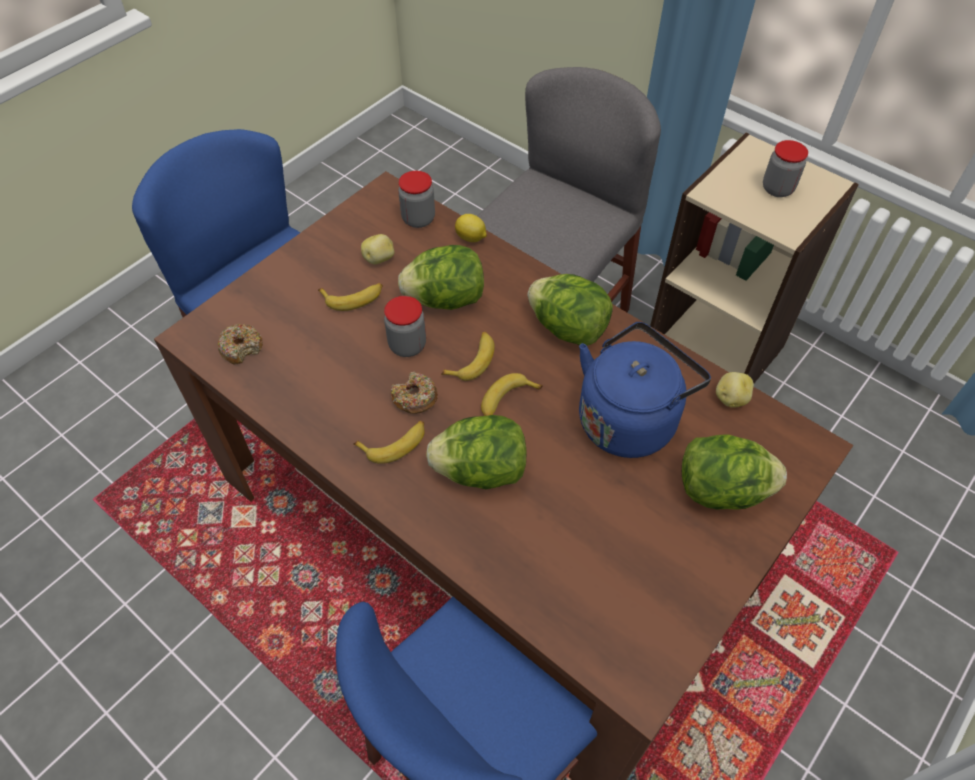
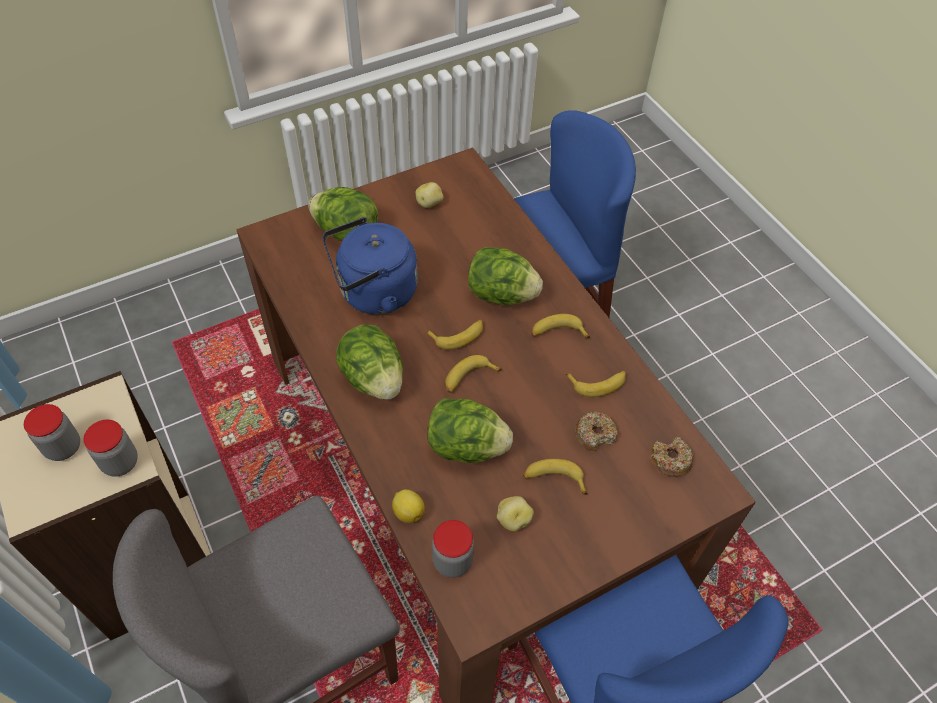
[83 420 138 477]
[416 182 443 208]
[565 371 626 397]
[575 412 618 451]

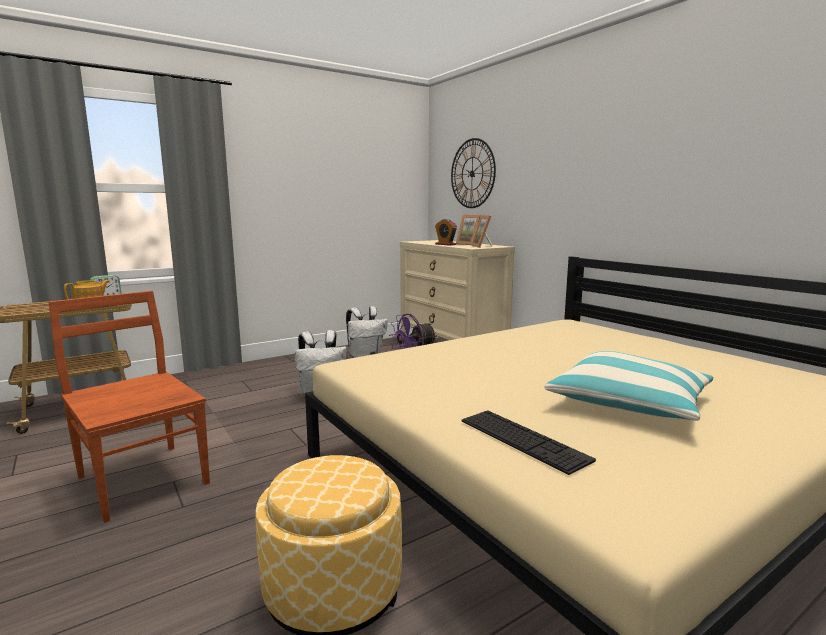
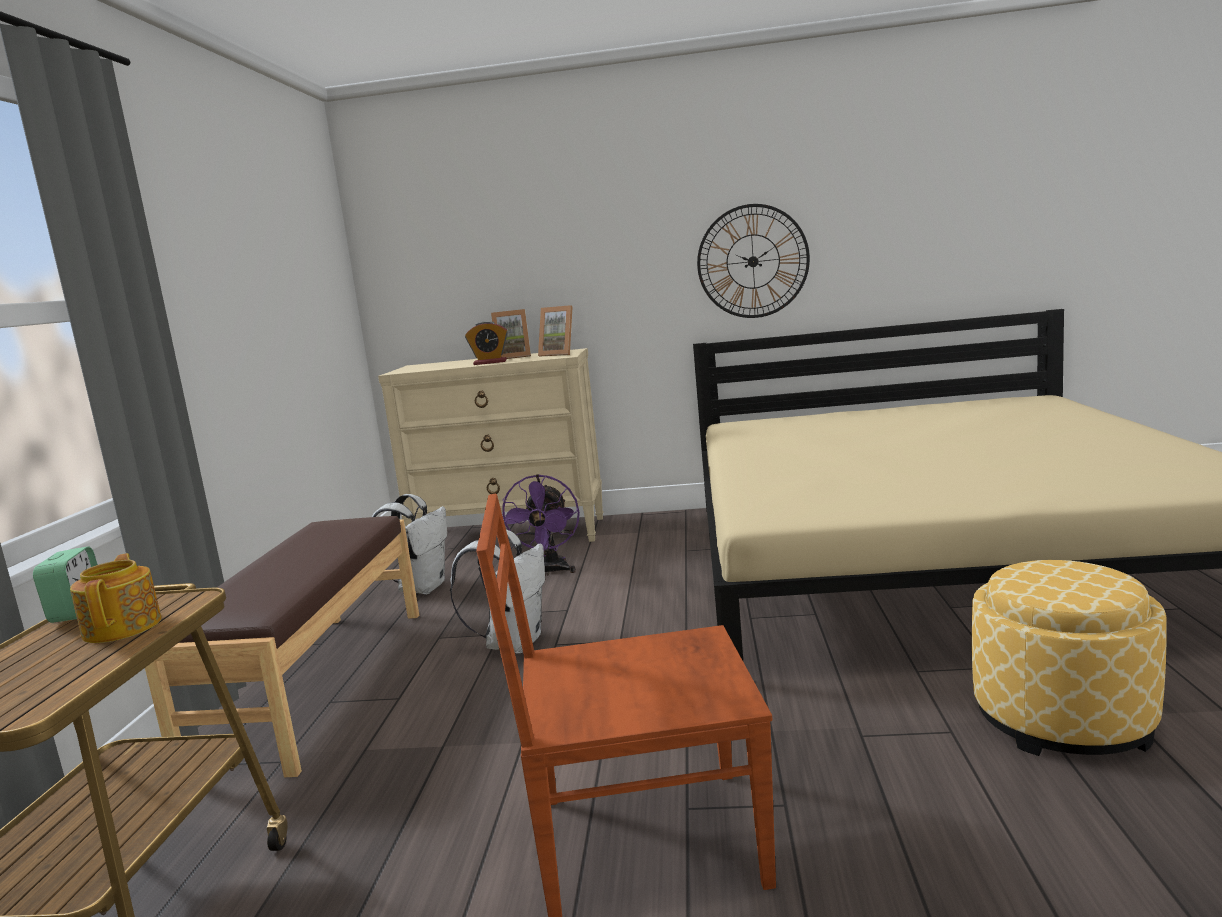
[145 516 419 777]
[697 204 810 318]
[462 410 596 475] (first image)
[544 351 713 421] (first image)

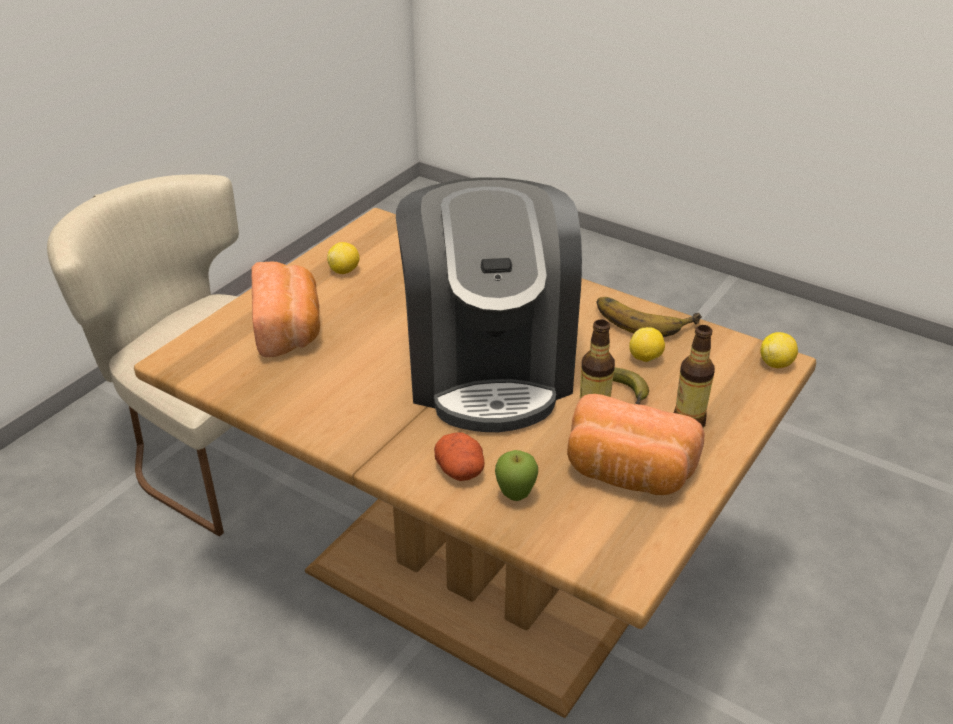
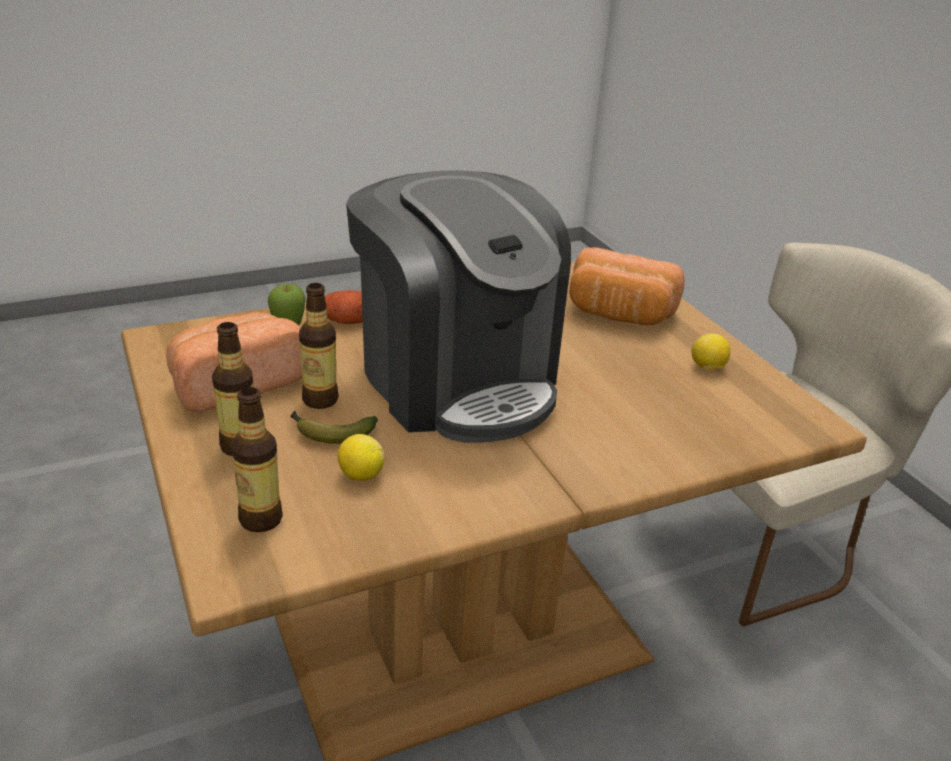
[231 387 283 532]
[346 170 571 443]
[597 297 702 337] (first image)
[760 332 798 368] (first image)

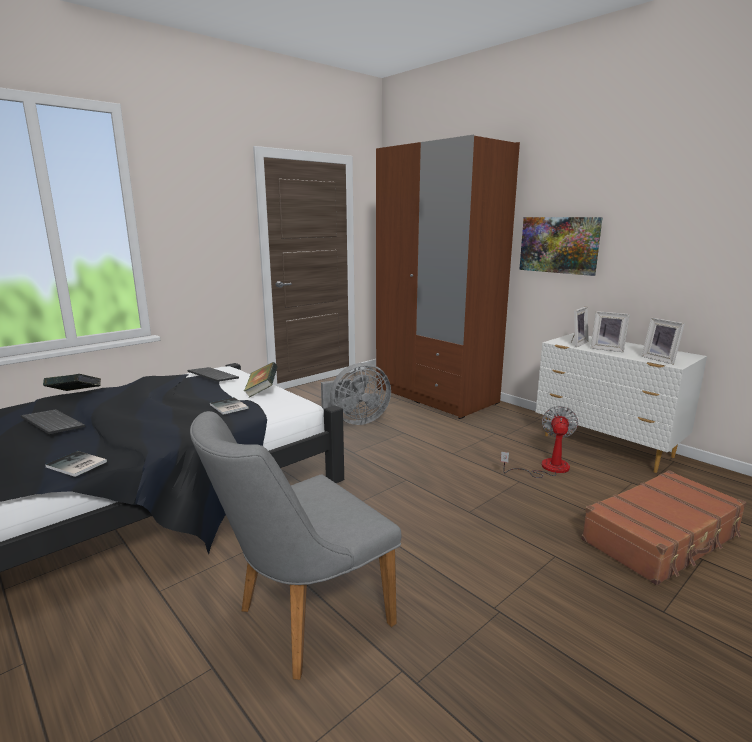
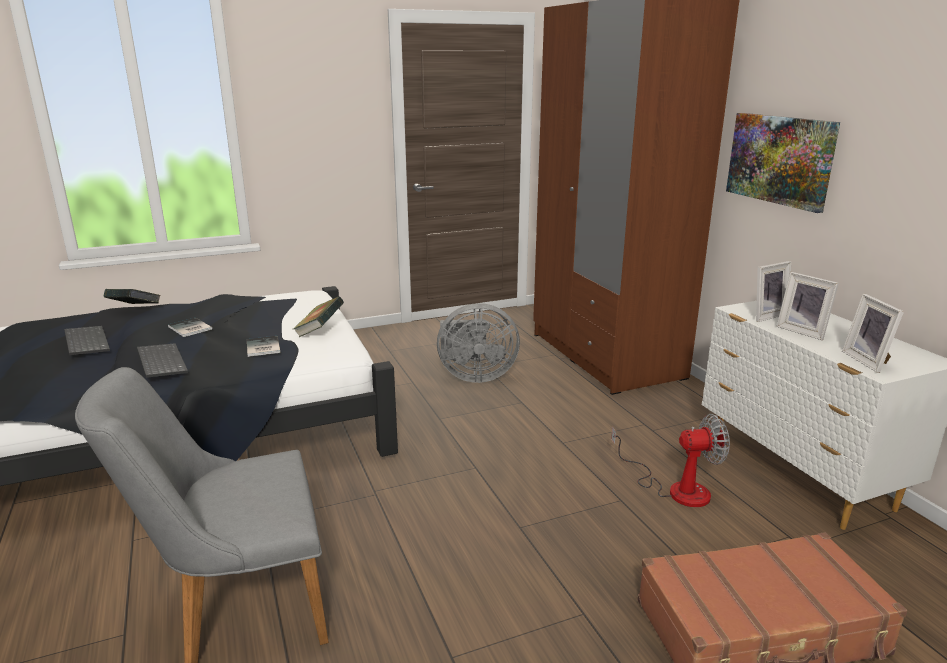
[137 343 188 378]
[168 318 212 337]
[611 414 730 507]

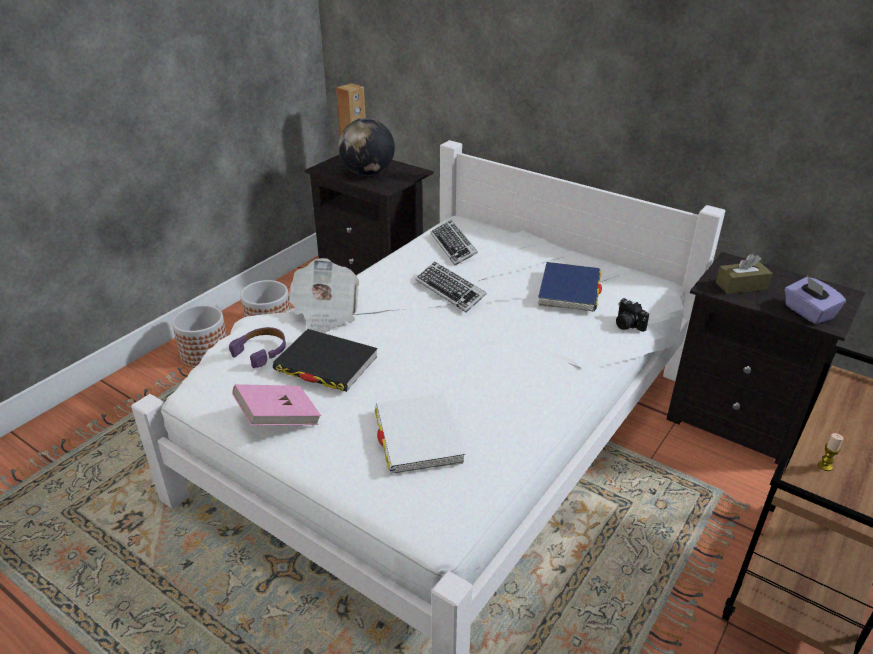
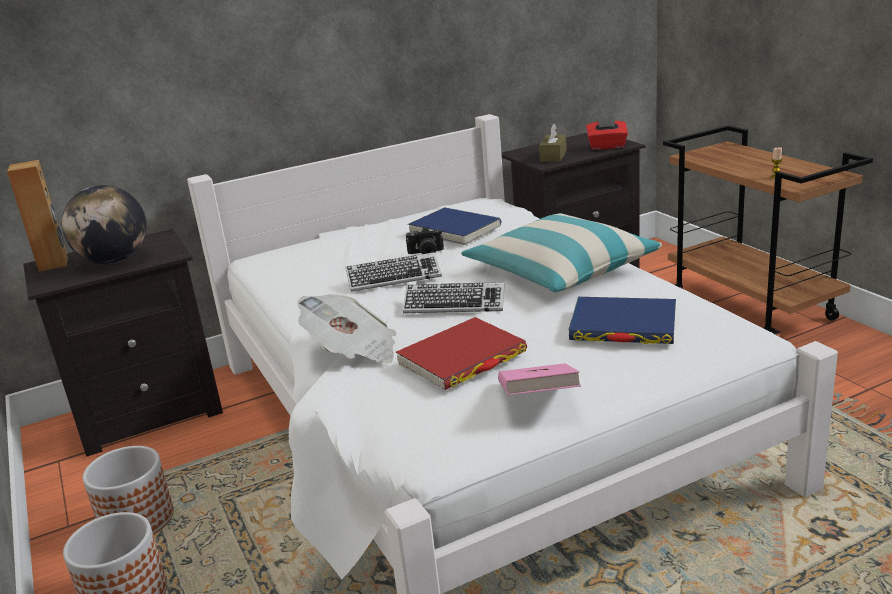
[396 317 527 390]
[403 282 505 313]
[406 227 444 254]
[461 213 662 292]
[568 297 676 344]
[586 117 628 150]
[229 327 286 368] (first image)

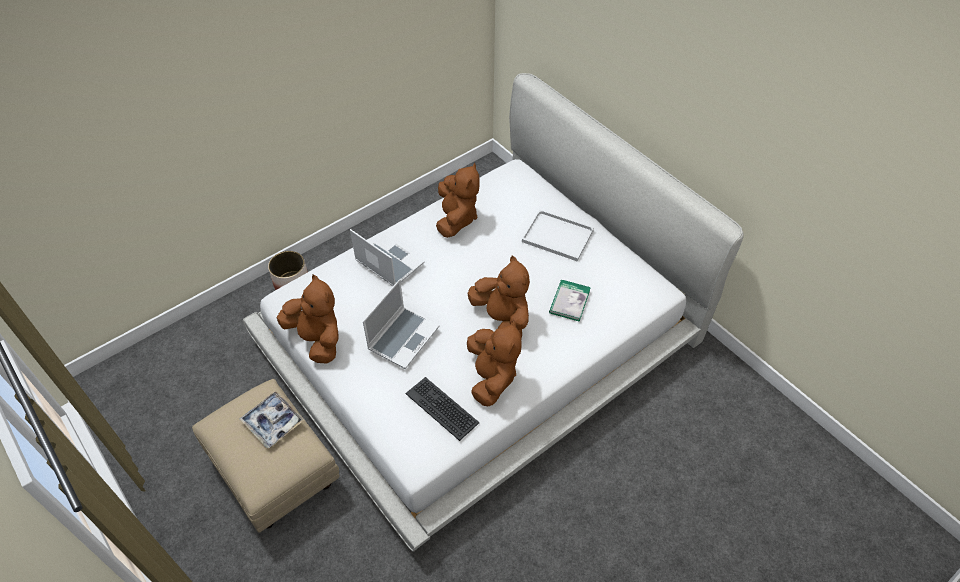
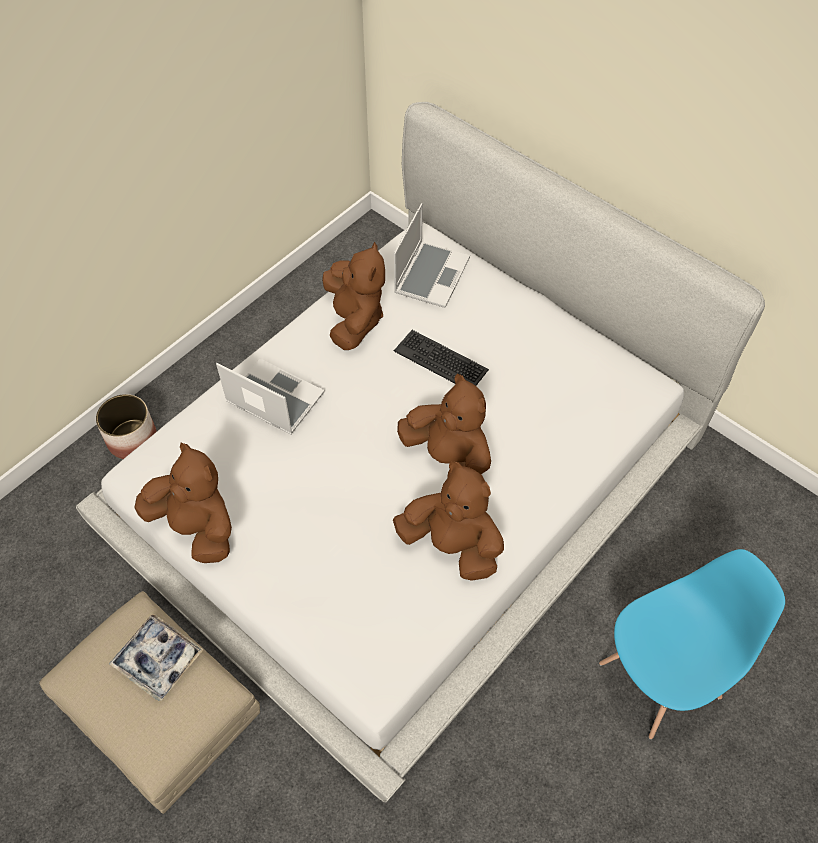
[393 461 504 580]
[394 203 470 308]
[394 330 489 386]
[599 549 785 739]
[522 210 594 262] (first image)
[549 280 591 322] (first image)

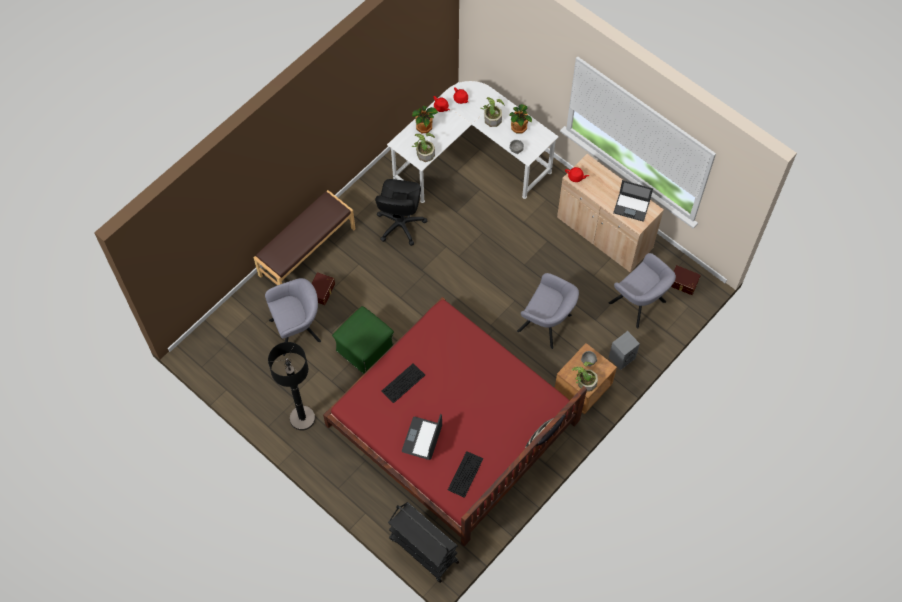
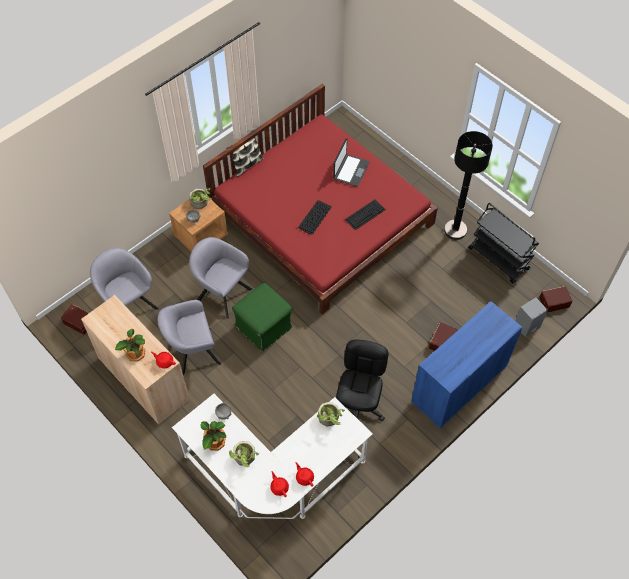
[115 329 145 362]
[158 300 221 375]
[232 282 293 352]
[298 200 332 235]
[411 301 523 428]
[468 203 539 283]
[515 297 548 337]
[539 286 573 312]
[613 180 653 222] (first image)

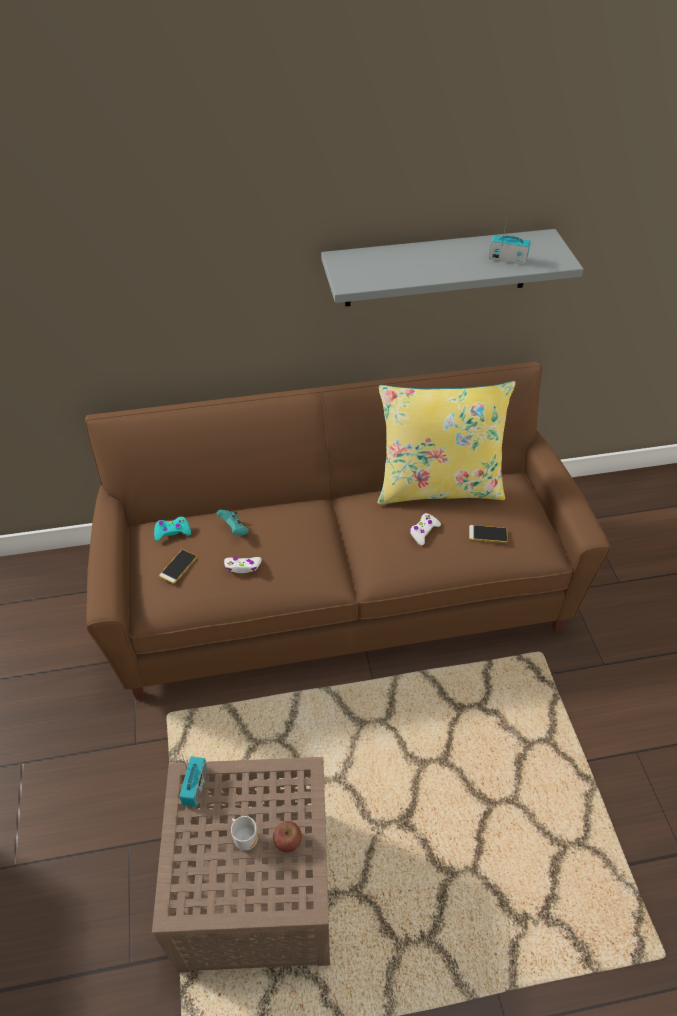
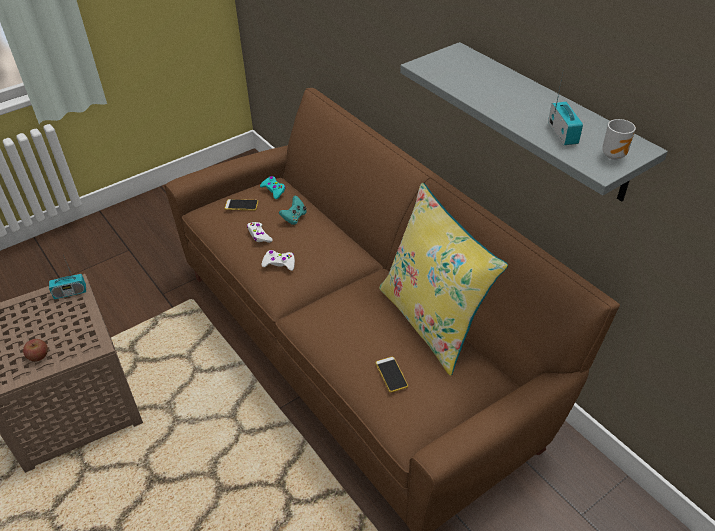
[262 250 295 271]
[602 119 636 160]

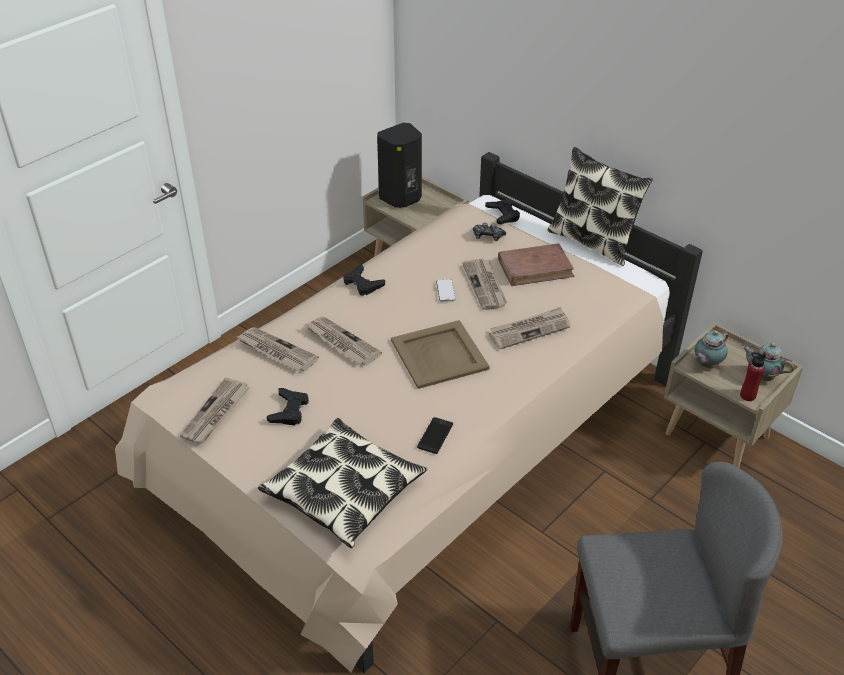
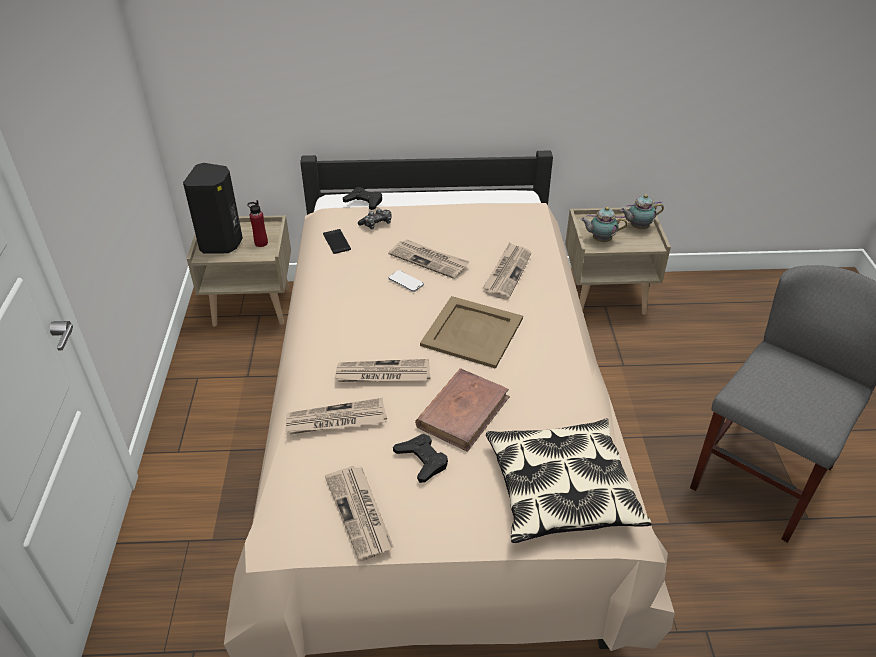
[247 200 268 247]
[323 229 351 254]
[415 368 510 452]
[580 207 628 242]
[343 264 385 296] (first image)
[547 147 653 266] (first image)

